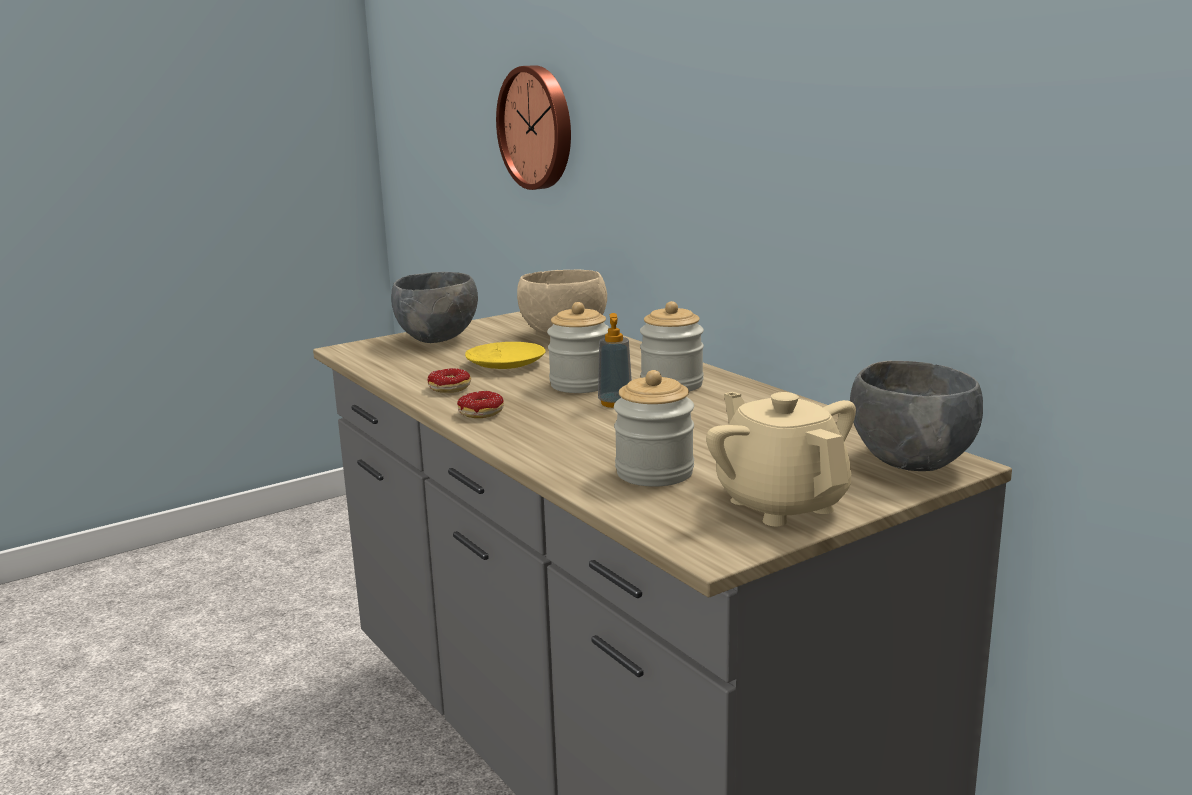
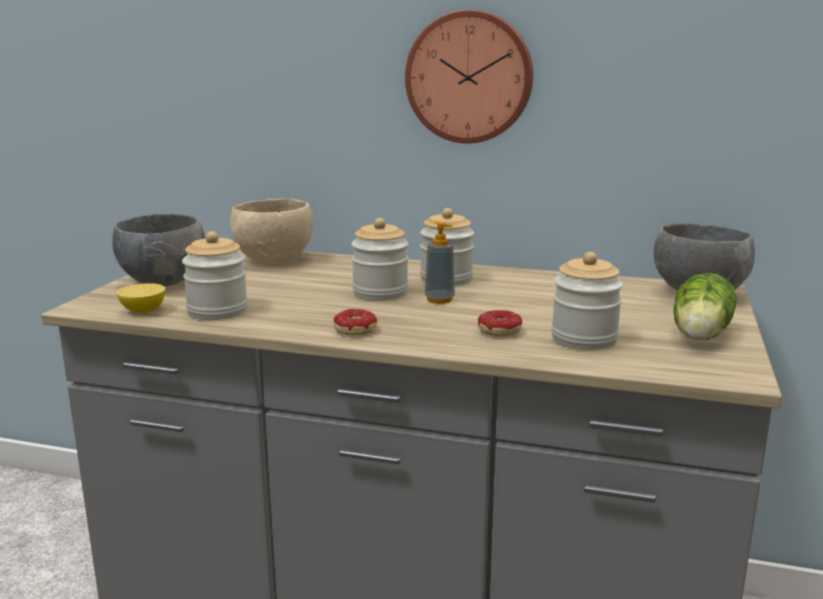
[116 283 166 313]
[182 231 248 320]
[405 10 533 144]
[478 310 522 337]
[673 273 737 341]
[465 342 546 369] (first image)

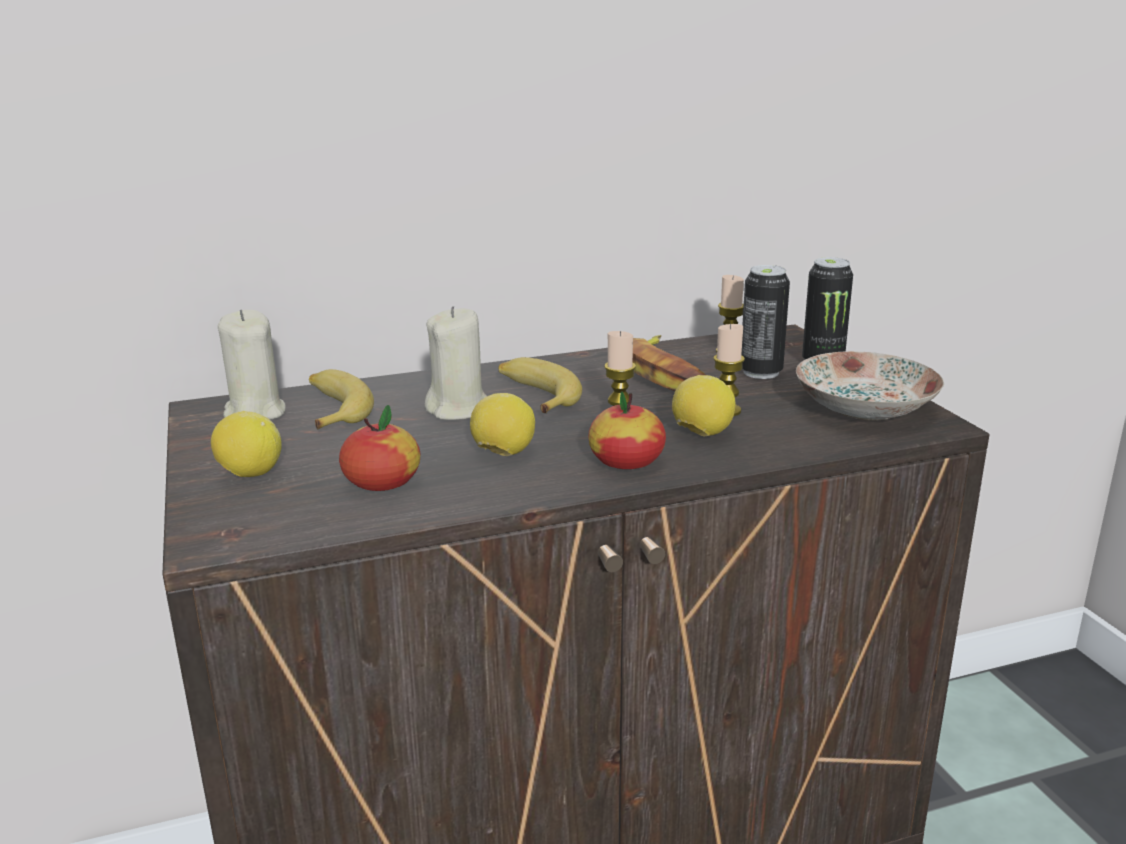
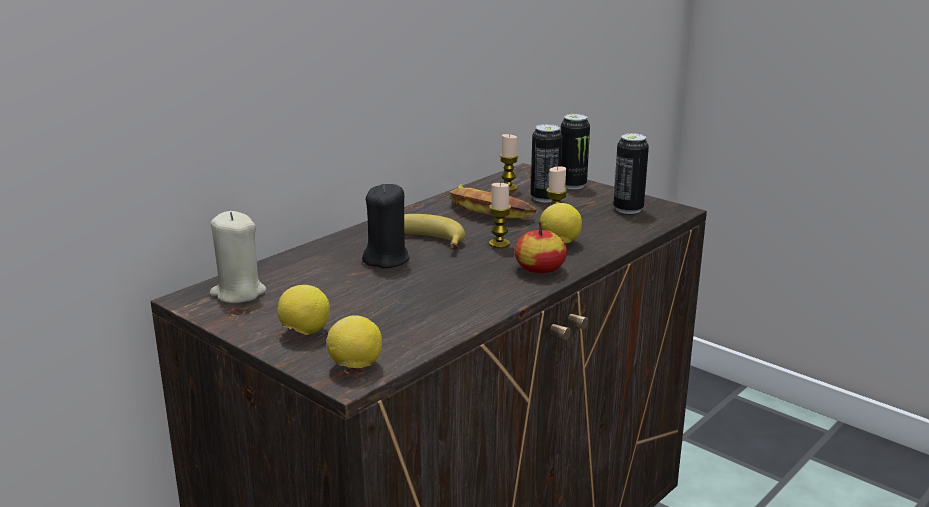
[327 315 382 368]
[362 183 410 268]
[613 133 649 214]
[309 369 374 429] (first image)
[339 405 420 491] (first image)

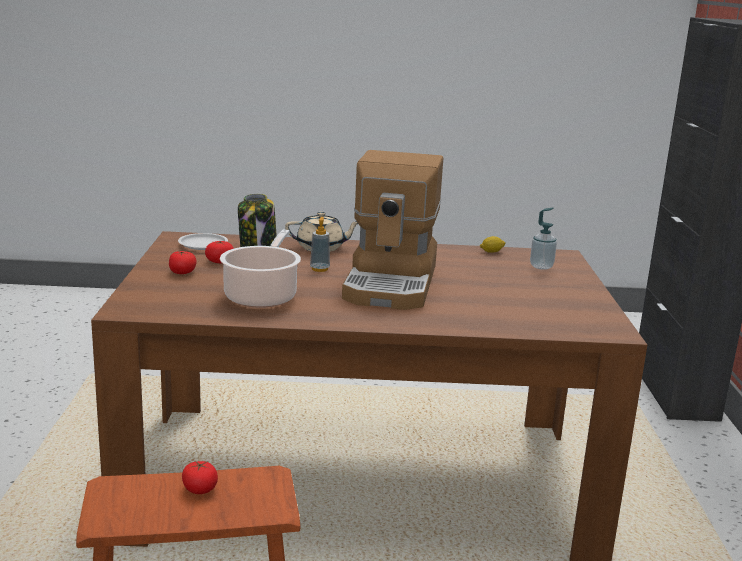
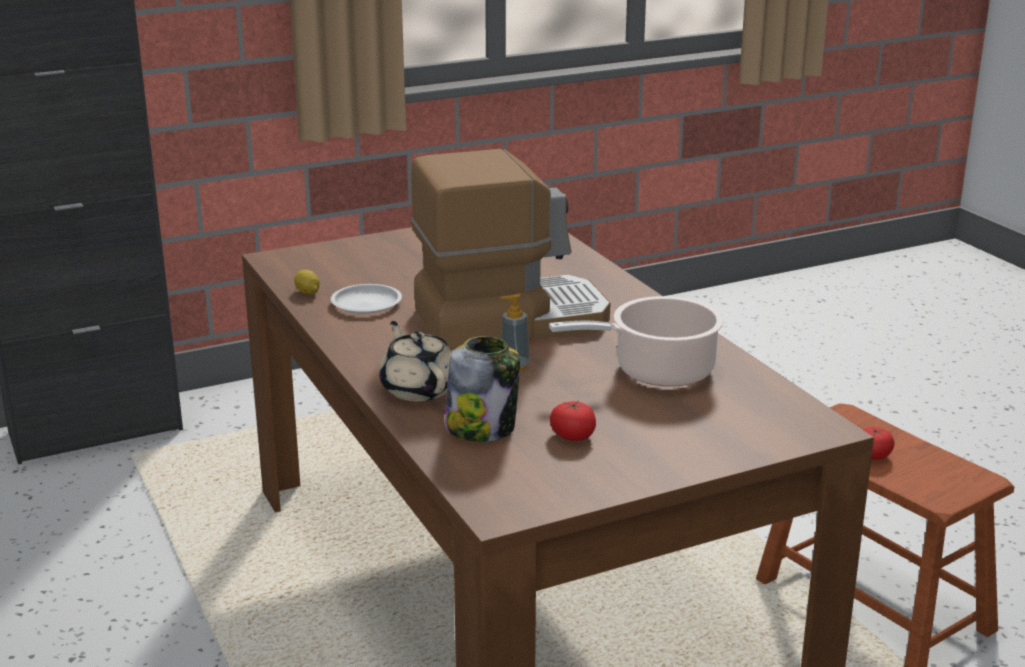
[331 284 402 314]
[169 251 196 274] (first image)
[530 207 557 270] (first image)

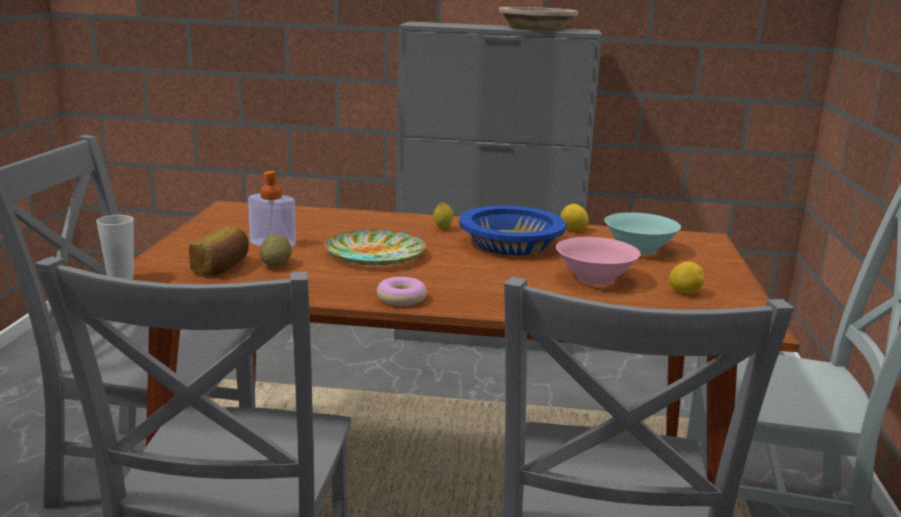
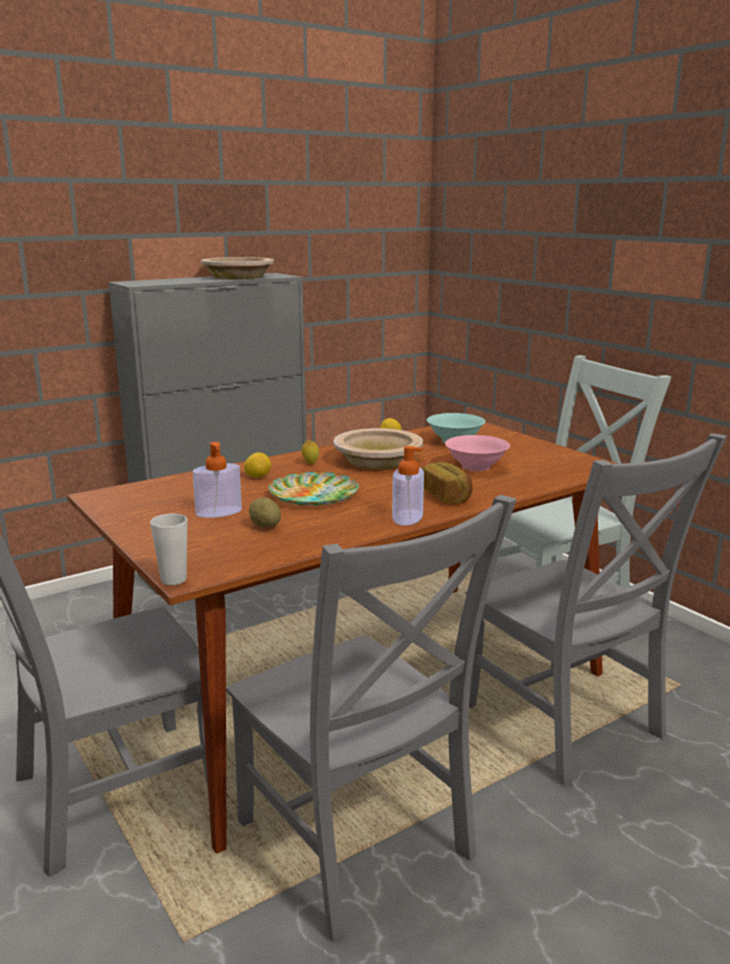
[244 453 271 478]
[333 428 423 469]
[392 446 424 526]
[423 462 473 504]

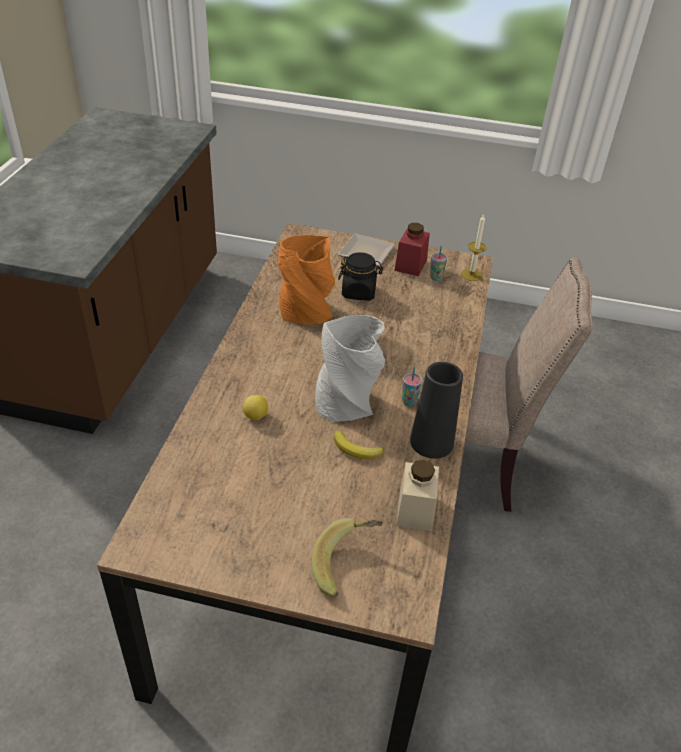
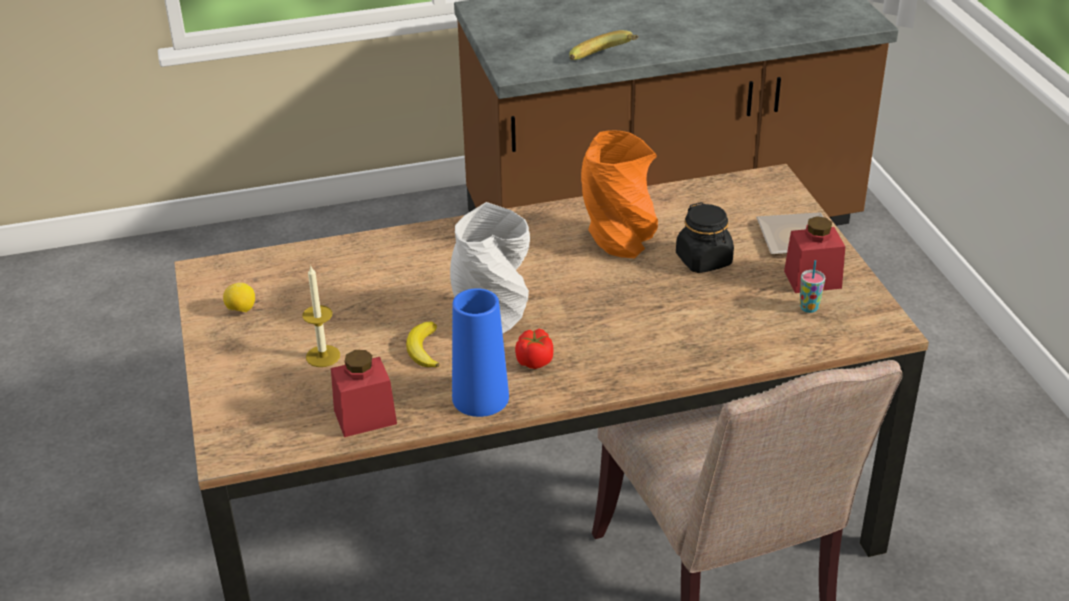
[223 283 255 312]
[302 265 340 367]
[331 350 397 437]
[452 288 509 417]
[515 329 553 369]
[569 30 638 60]

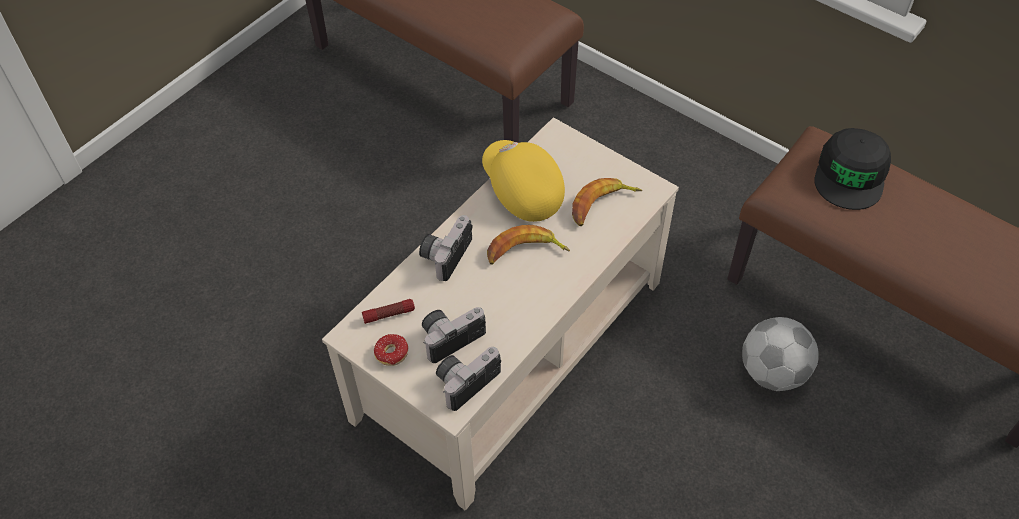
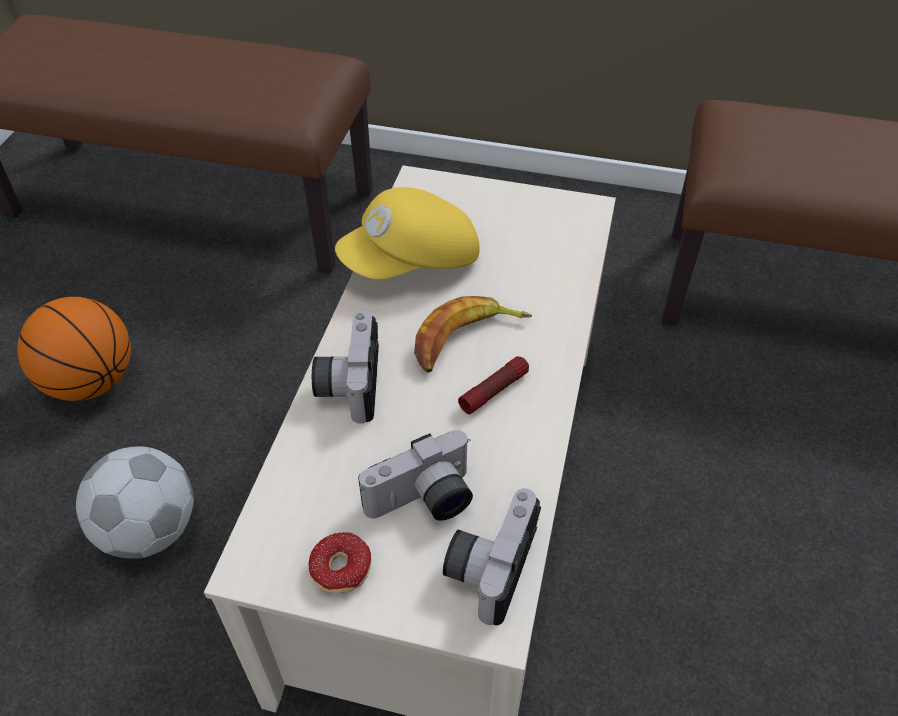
[17 297 131 401]
[76 446 194 559]
[335 187 480 280]
[358 430 473 521]
[458 356 529 414]
[572 178 642 226] (first image)
[814 128 891 210] (first image)

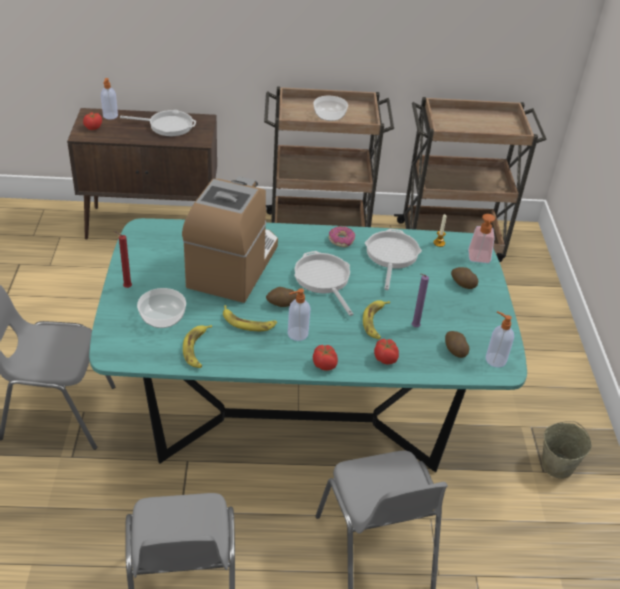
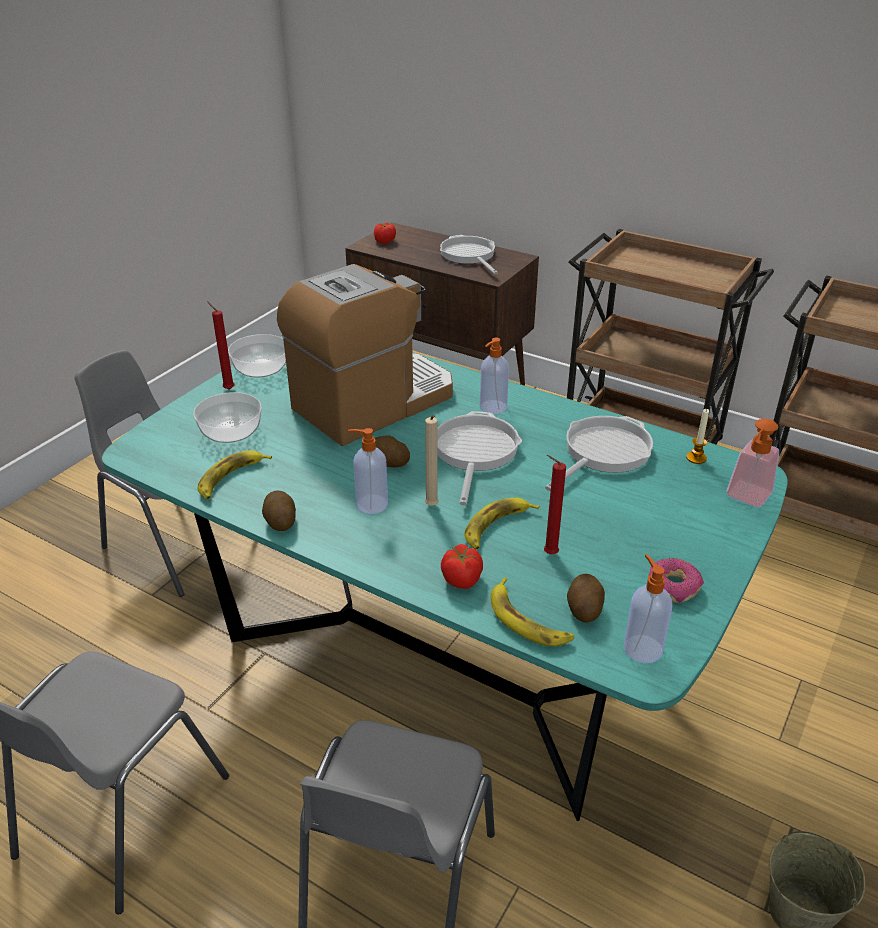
[228 334 286 378]
[262 491 296 531]
[425 415 439 506]
[440 235 498 275]
[480 338 509 414]
[491 577 574 646]
[544 455 566 554]
[648 558 704 603]
[313 345 338 371] (first image)

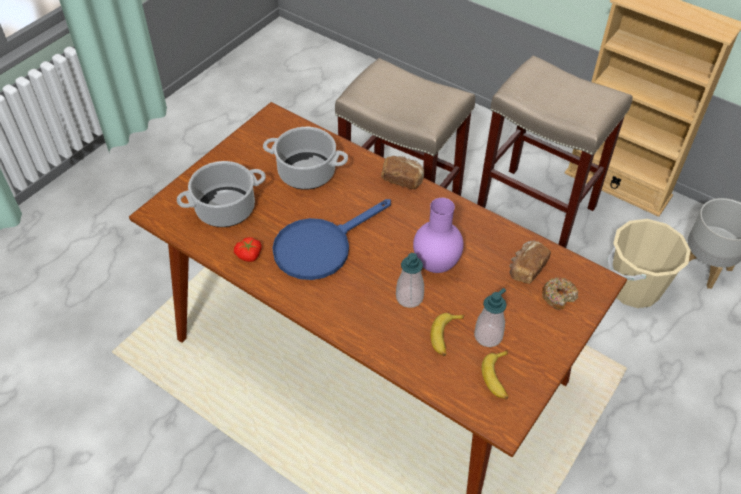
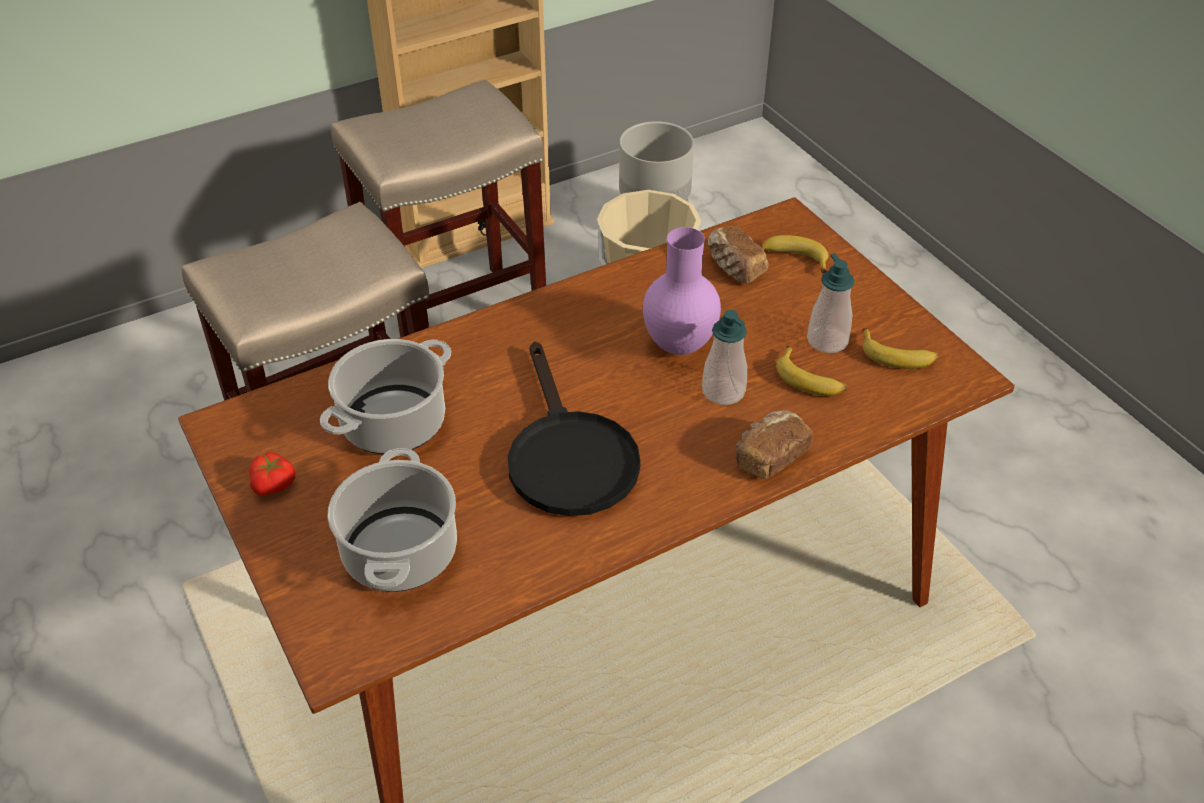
[249 452 295 496]
[508 342 641 516]
[735 410 813 479]
[760 235 829 273]

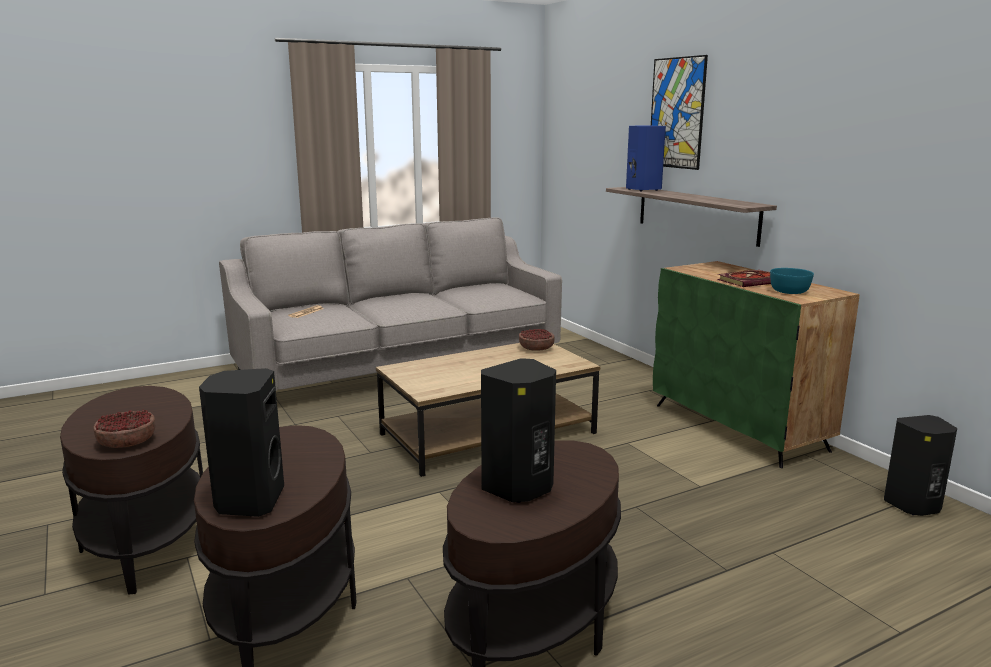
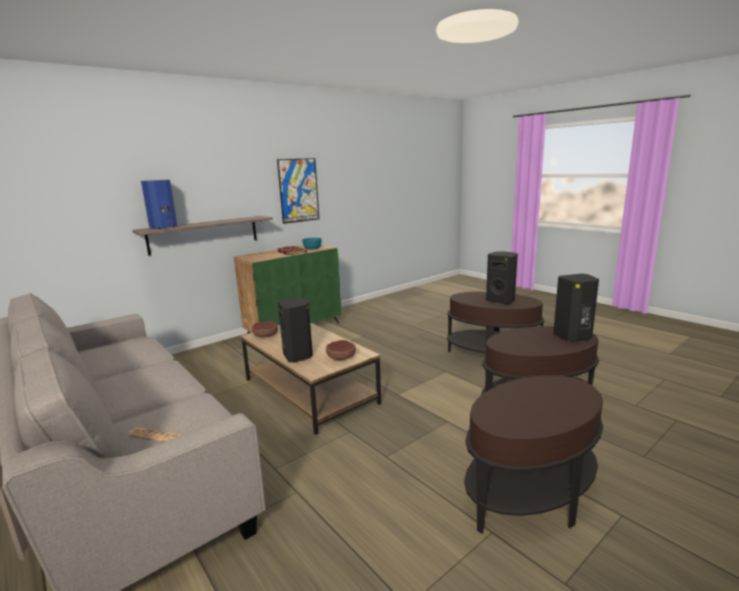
[277 158 319 224]
[278 298 313 363]
[326 340 356 360]

